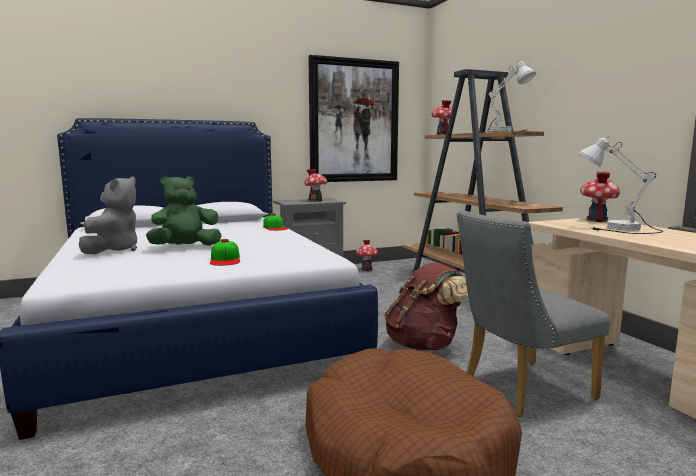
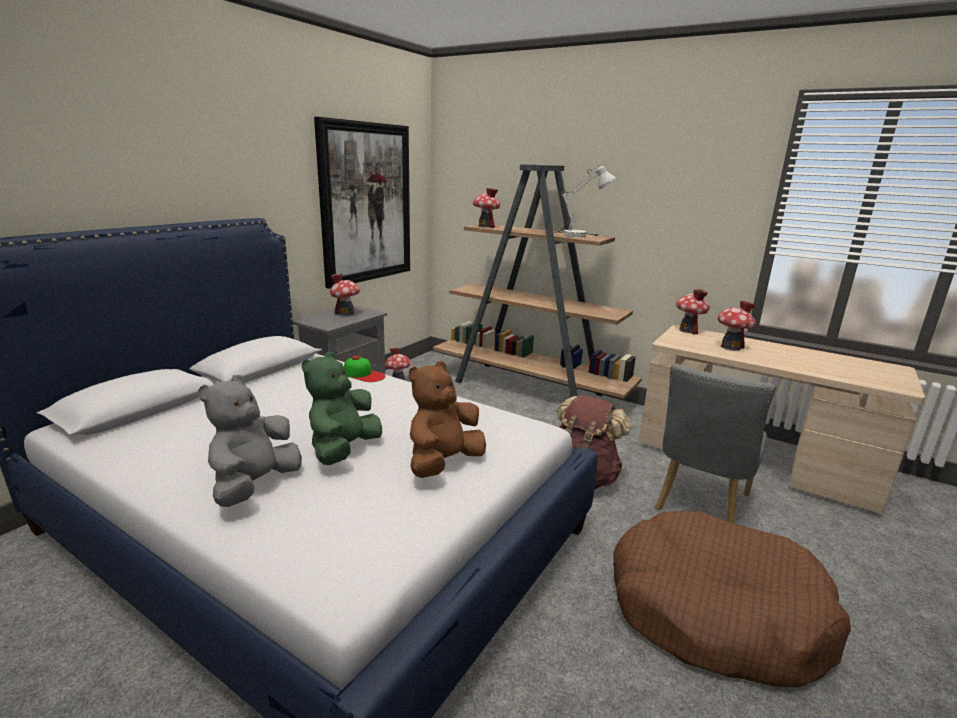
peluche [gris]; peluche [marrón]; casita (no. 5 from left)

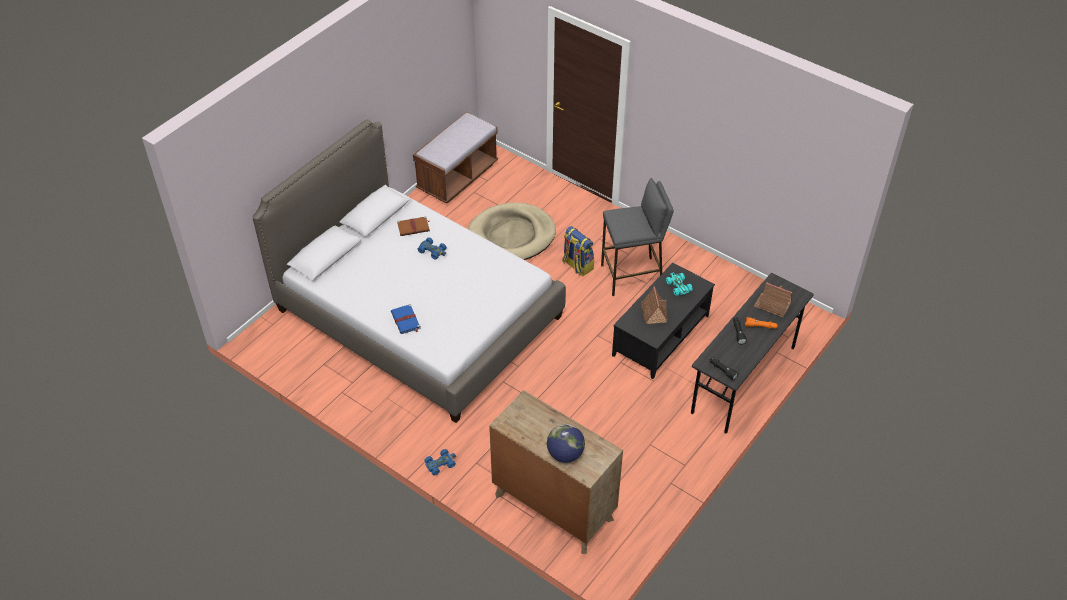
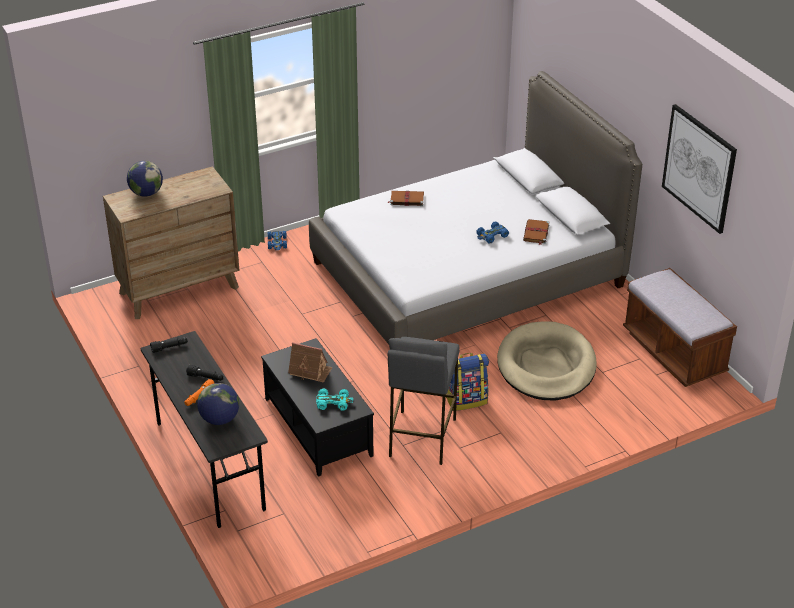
libro [marrón] (no. 1 from left); globo terráqueo (no. 2 from left); cuadro

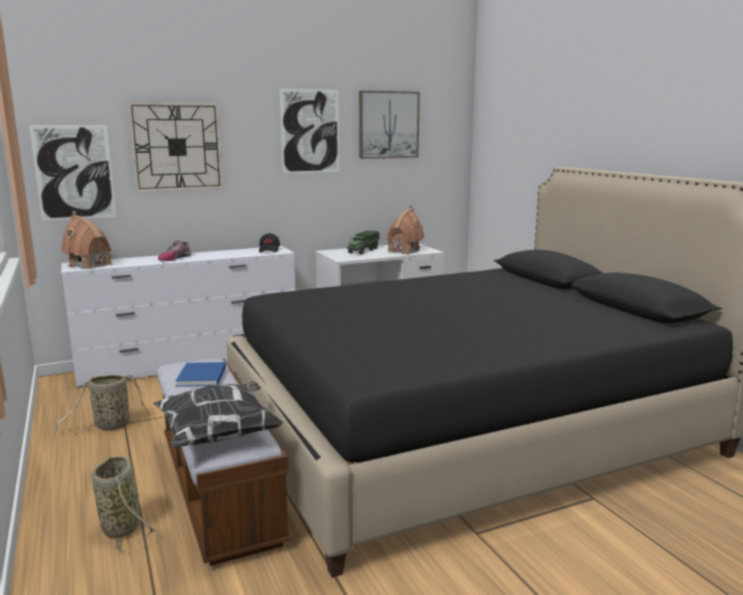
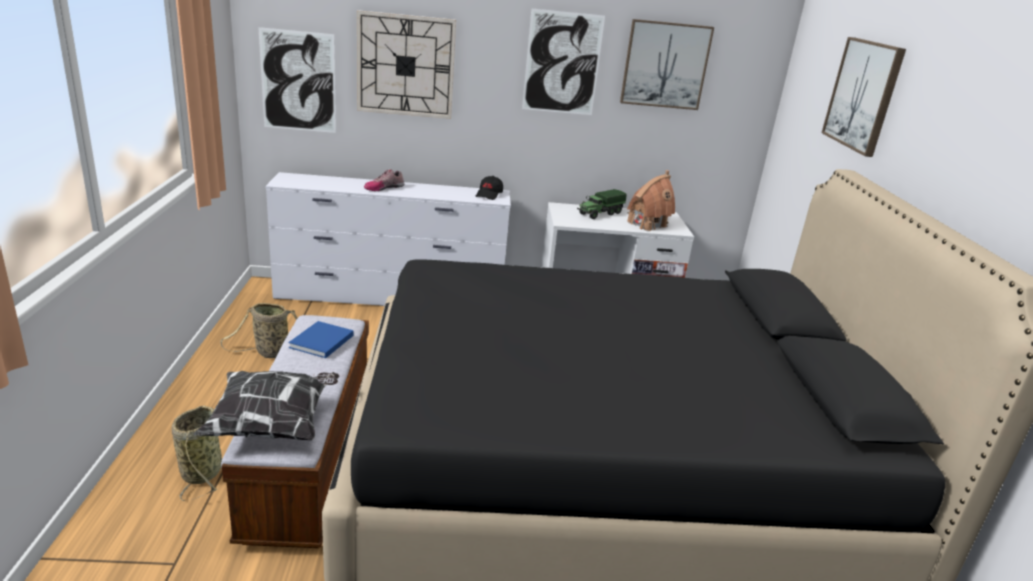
casita (no. 1 from left in the first image); cuadro (no. 4 from left)

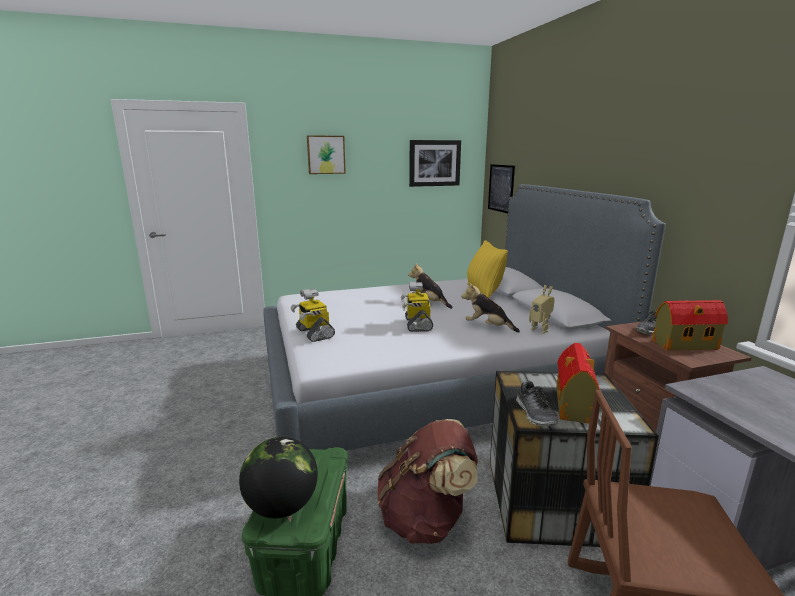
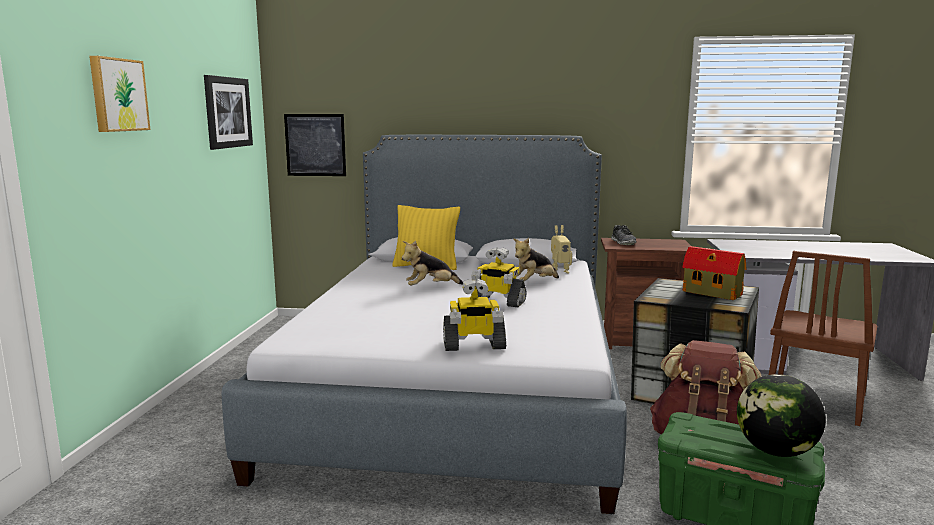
zapato (no. 1 from left in the first image); casita (no. 2 from left in the first image)

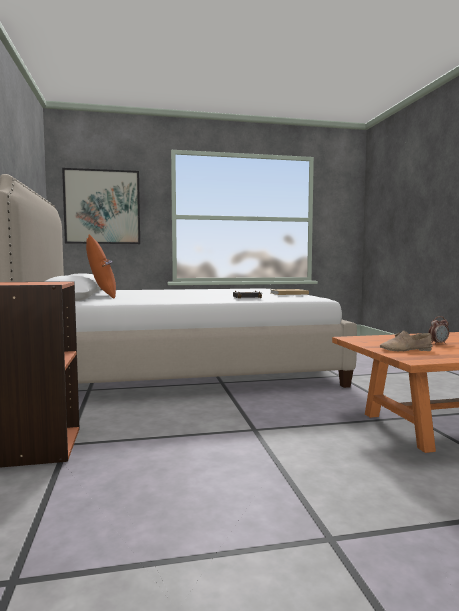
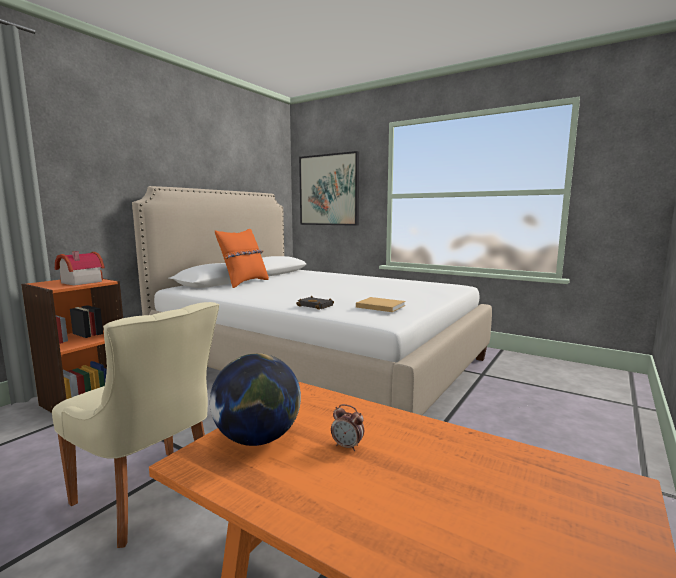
globo terráqueo; silla [beis]; casita

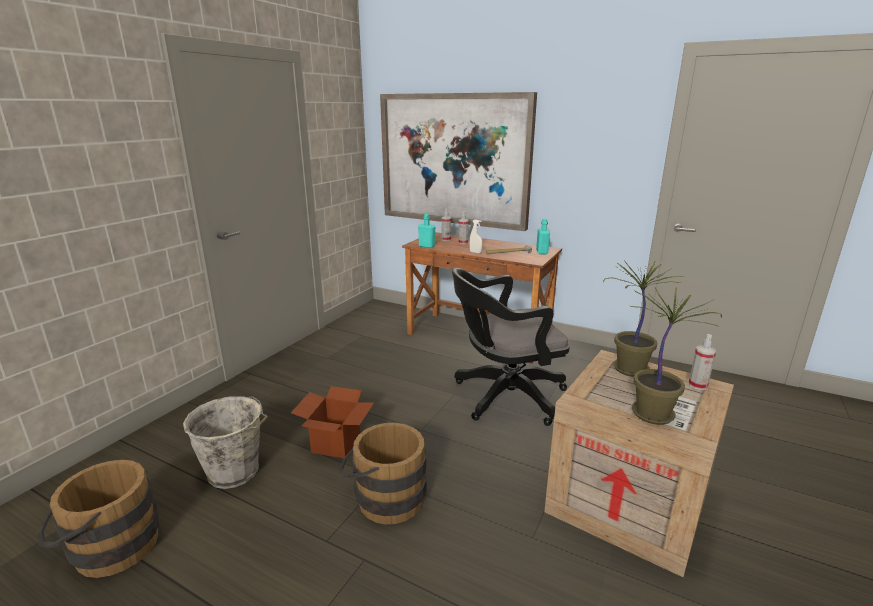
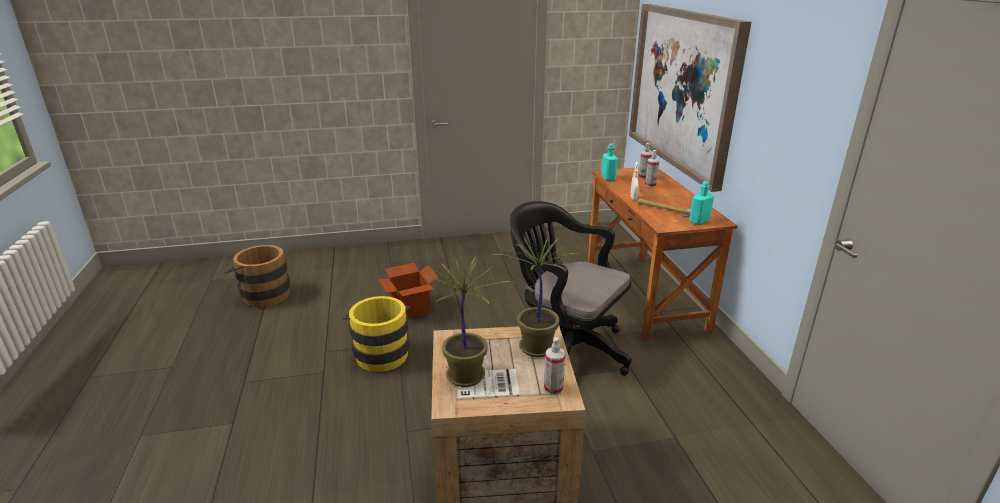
cubo [gris]; cubo [amarillo]

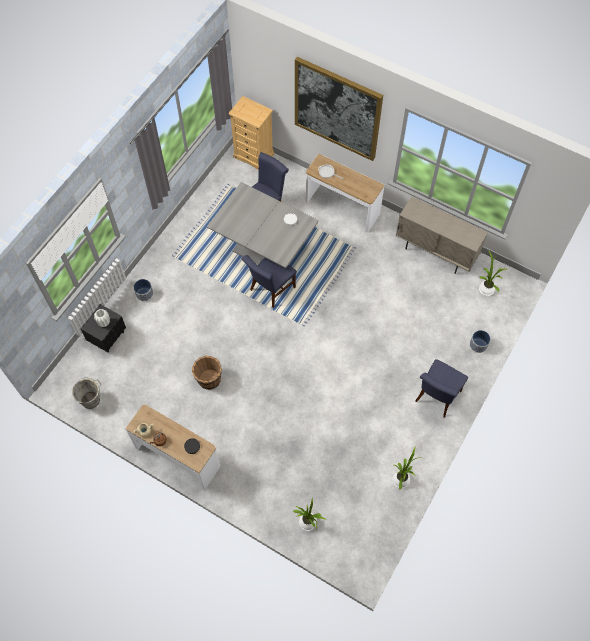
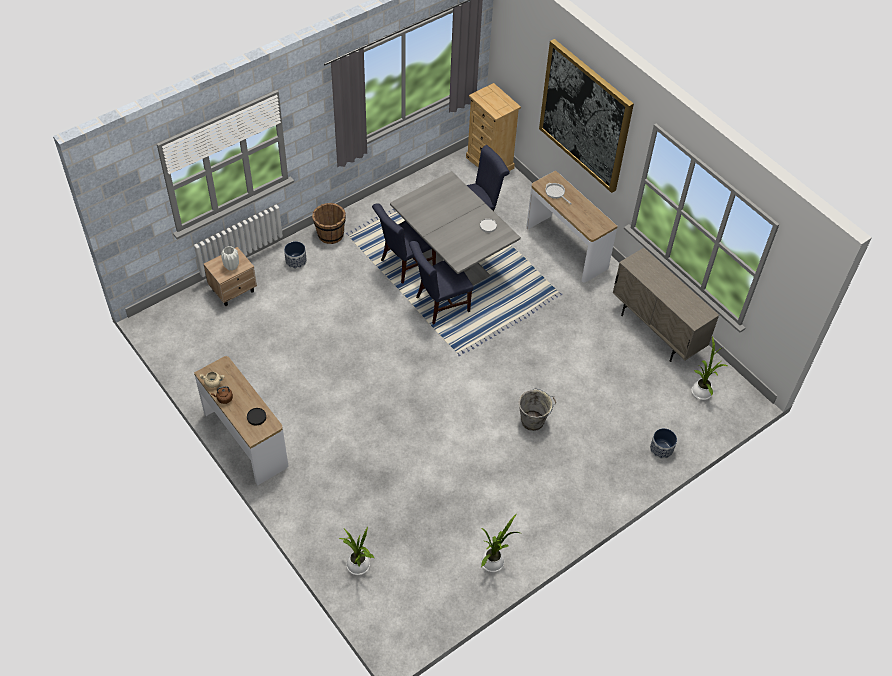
cubo [gris]; mesita de noche [beis]; cubo [marrón]; silla [azul] (no. 1 from left)

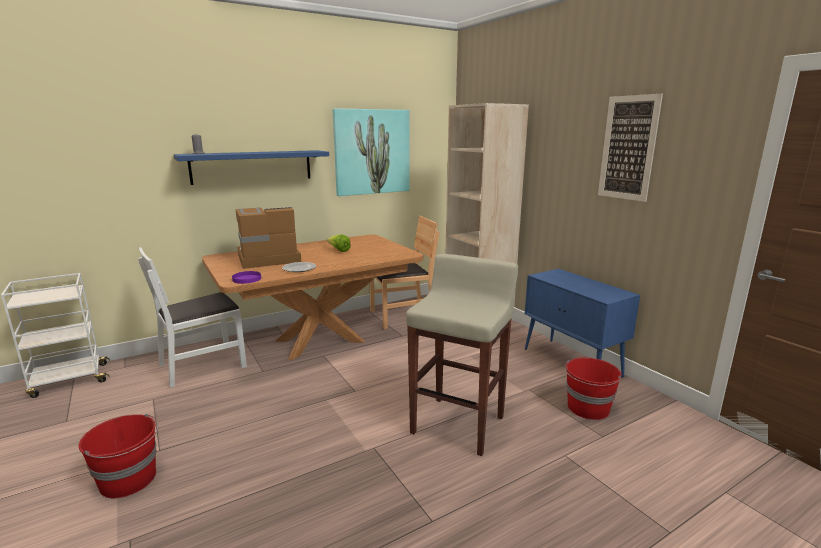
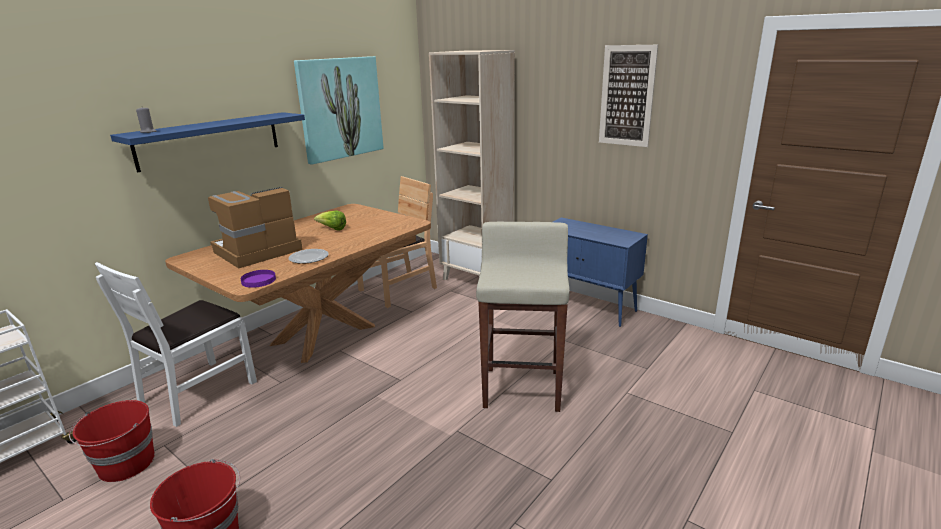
cubo [rojo] (no. 1 from left)

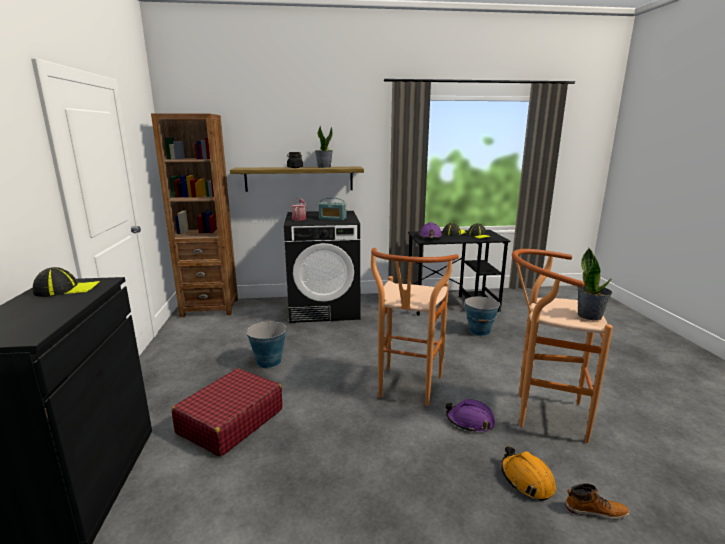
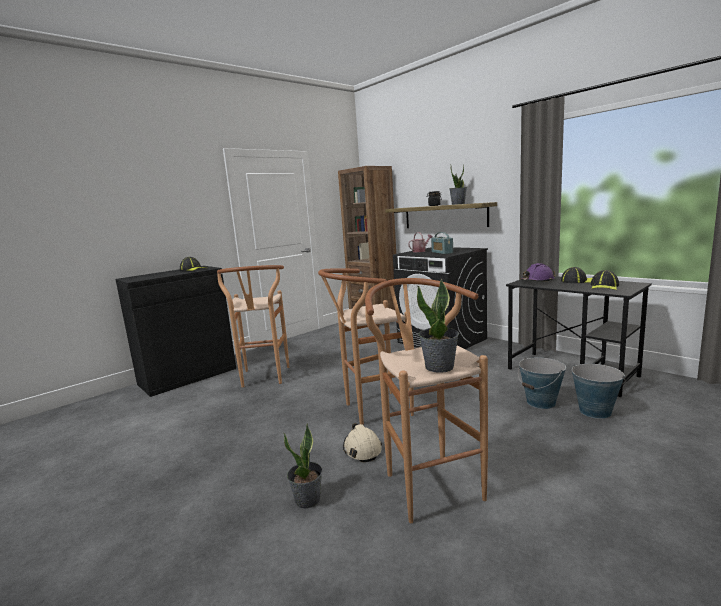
taburete [marrón] (no. 1 from left); cubo (no. 2 from left); casco [beis]; planta en maceta (no. 1 from left); bota

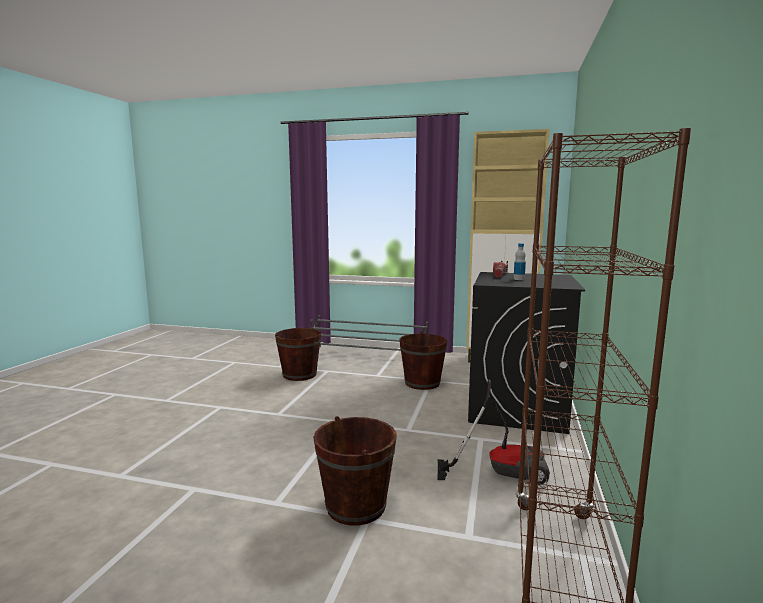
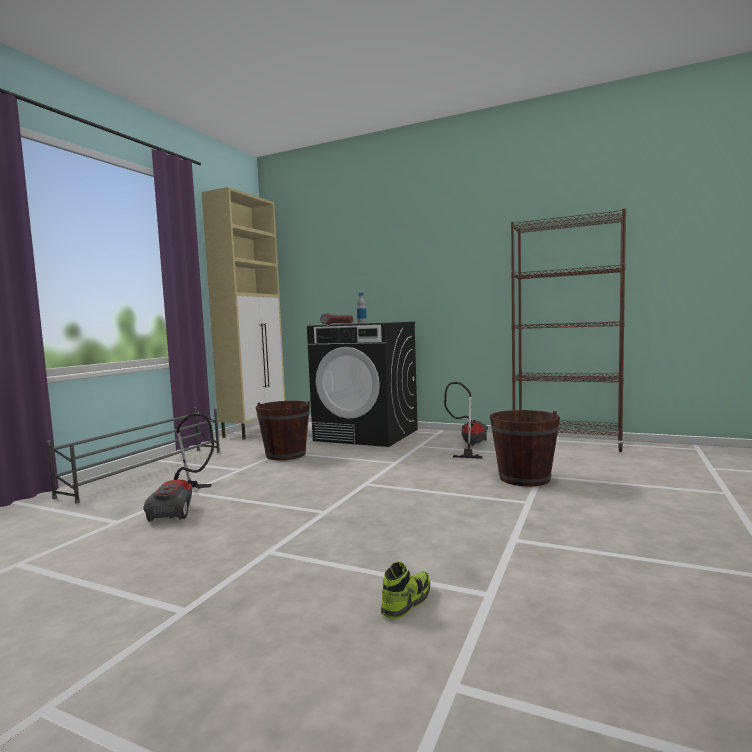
aspiradora (no. 1 from left); zapato

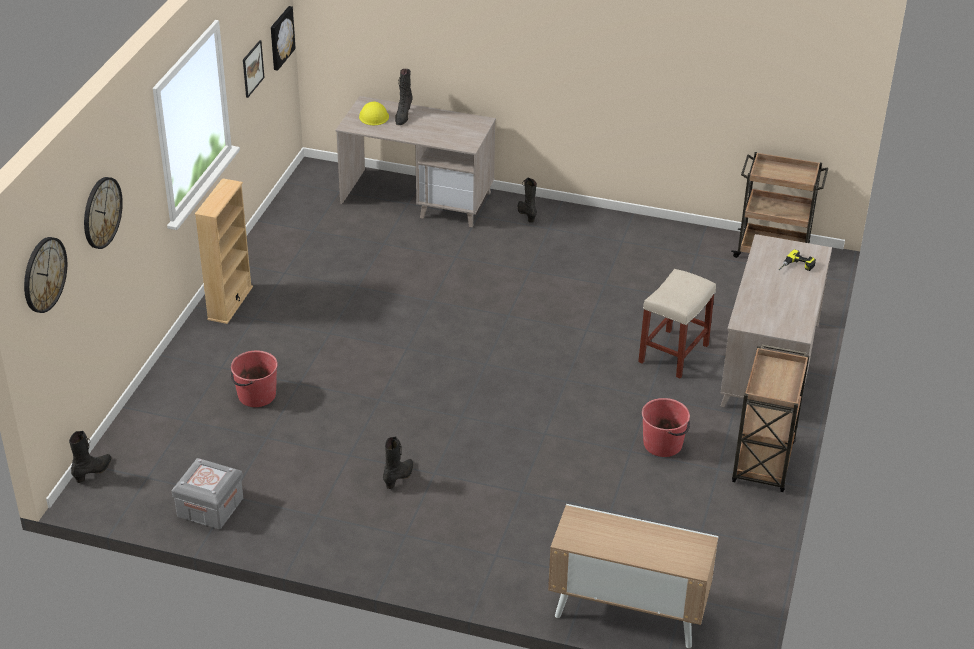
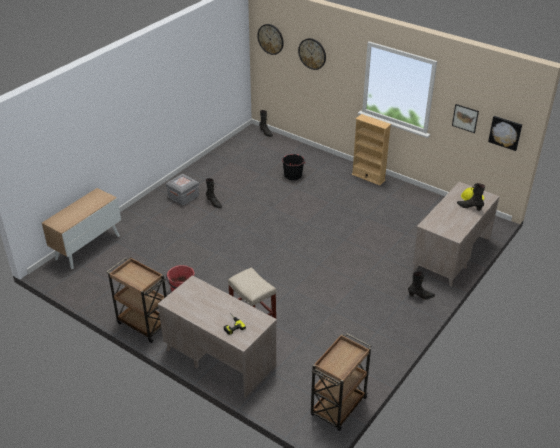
caja de almacenaje [gris]; cubo [negro]

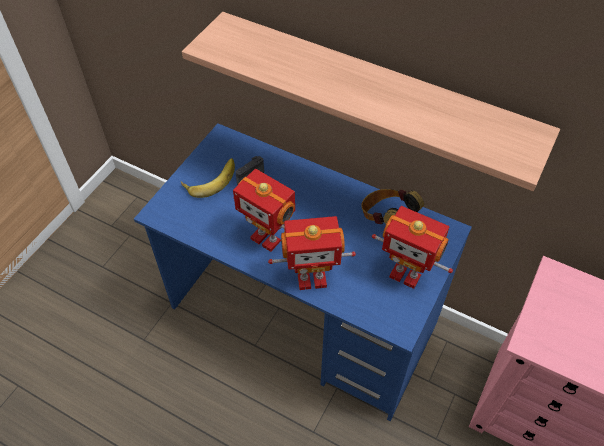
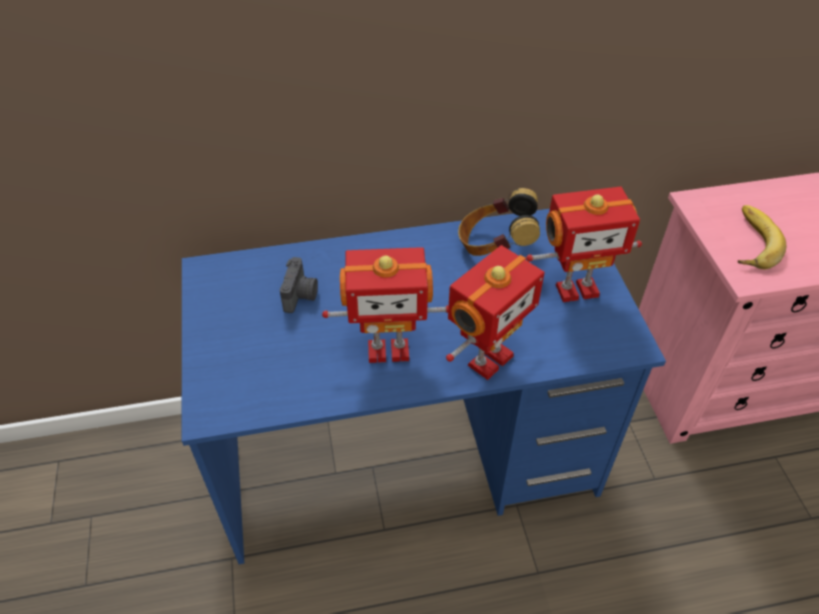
plátano; estante

